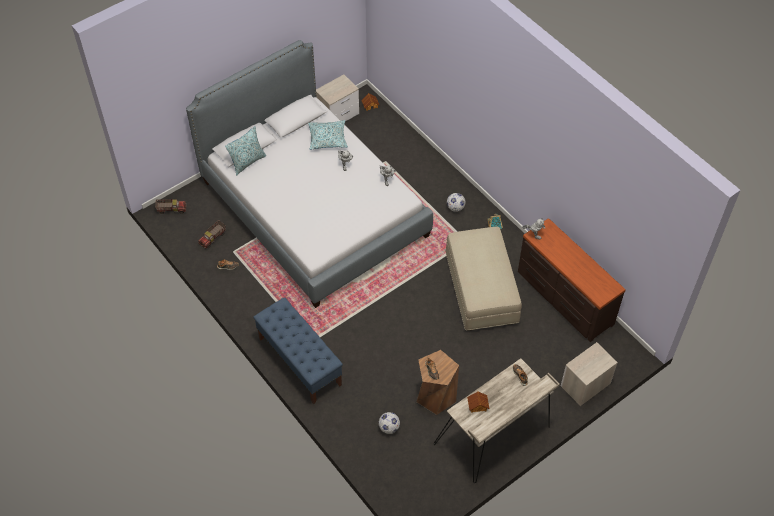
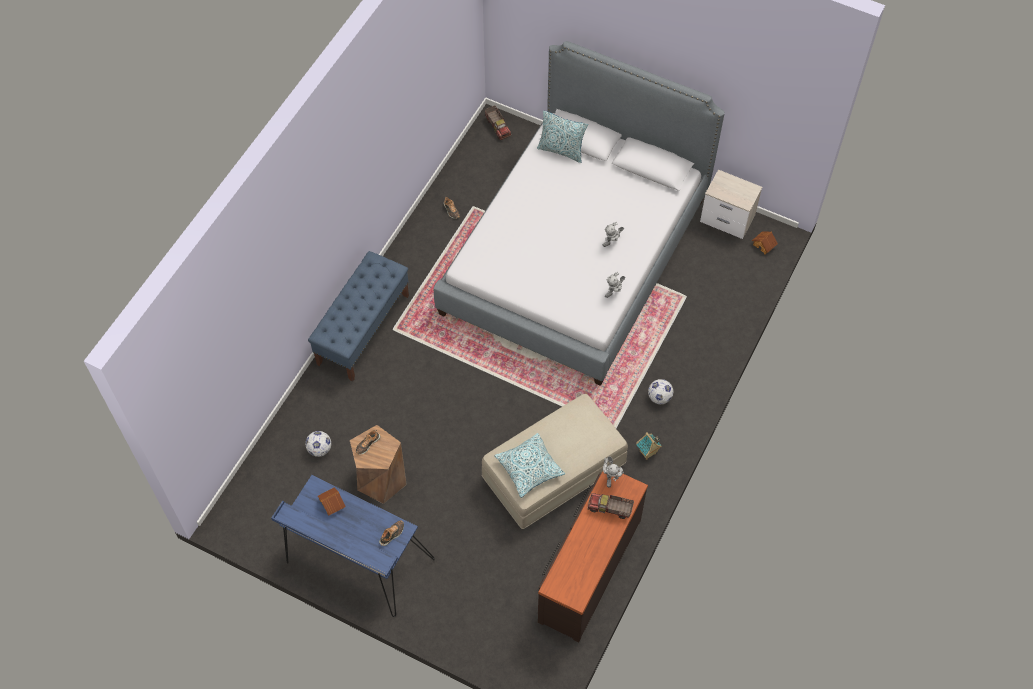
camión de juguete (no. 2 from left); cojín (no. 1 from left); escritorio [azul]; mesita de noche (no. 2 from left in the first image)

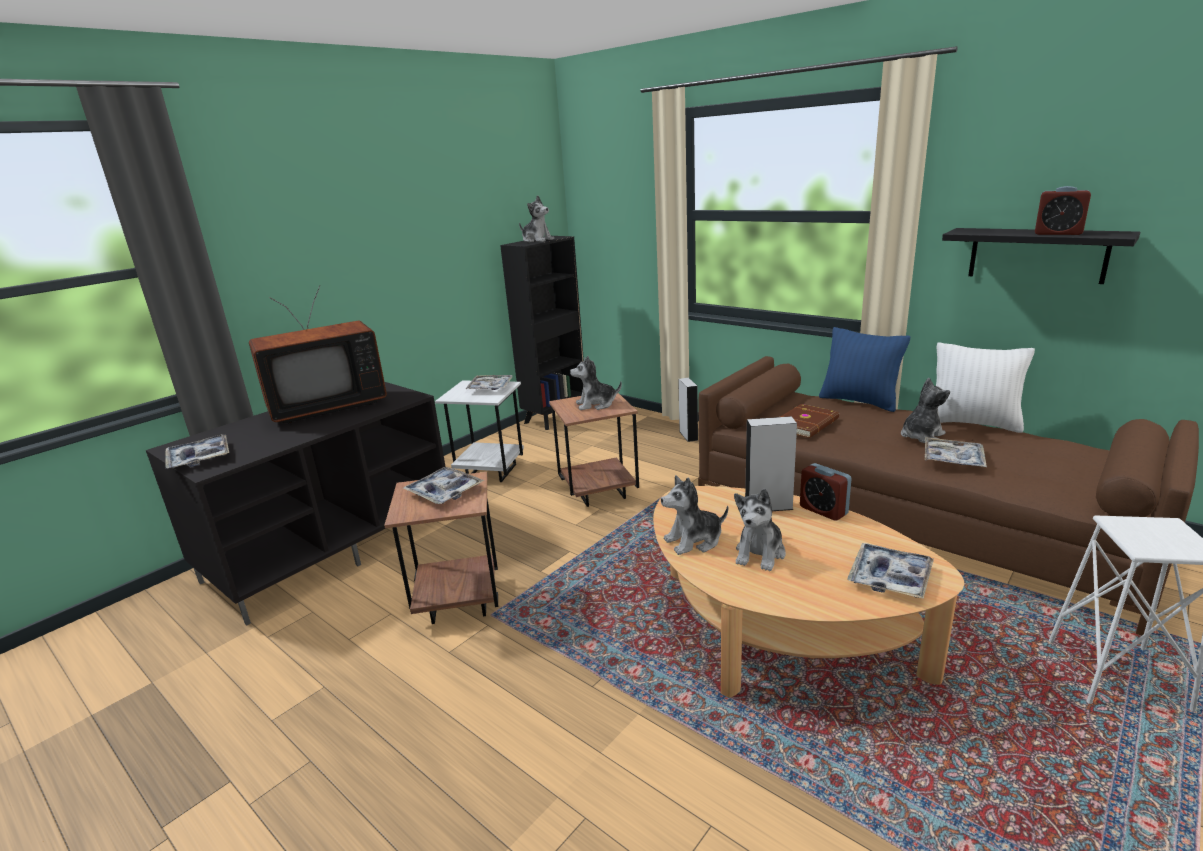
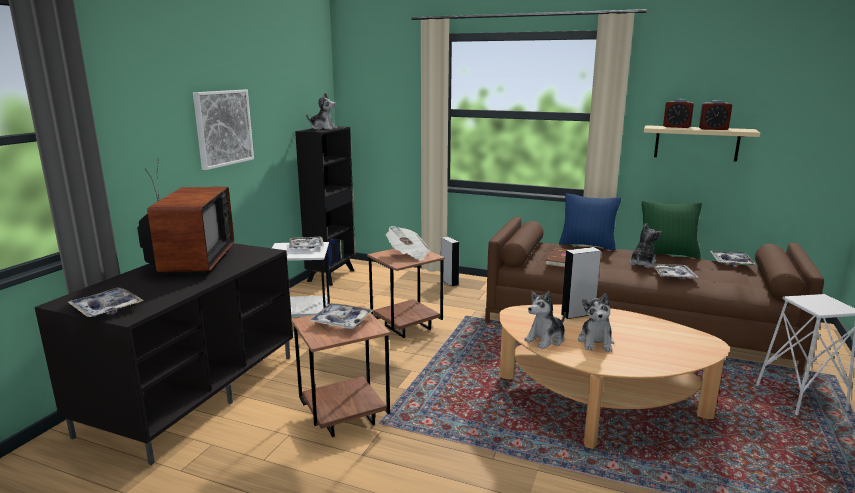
televisor; periódico; despertador (no. 1 from left); bandeja (no. 5 from left); cojín [verde]; estante [beis]; cuadro

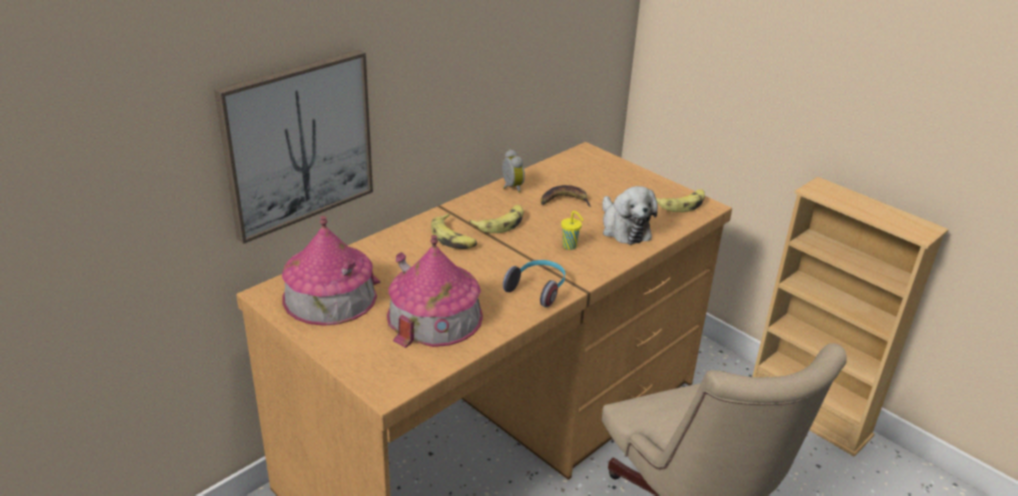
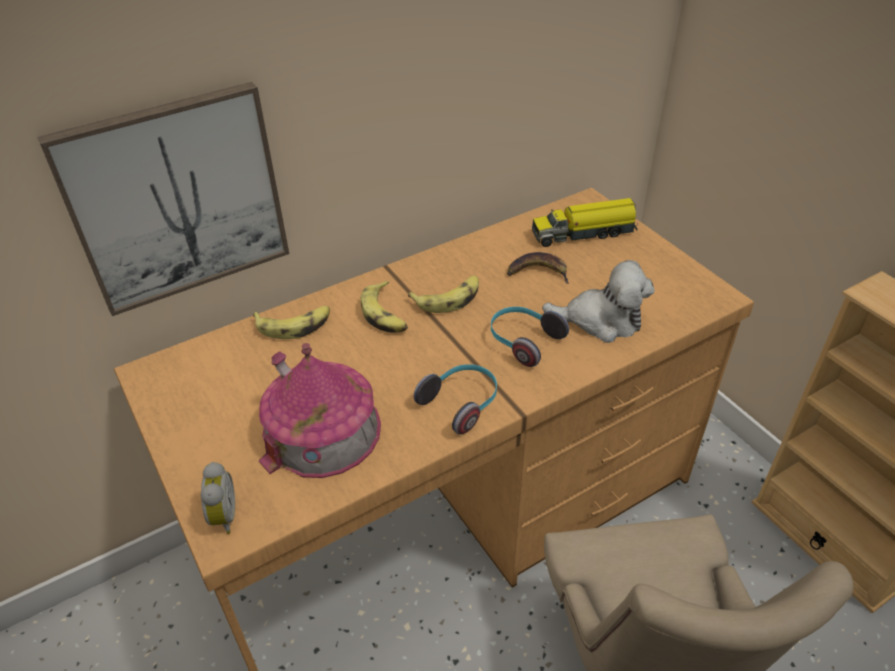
casita (no. 1 from left in the first image); despertador; auriculares (no. 2 from left); peluche; plátano (no. 1 from left); camión de juguete

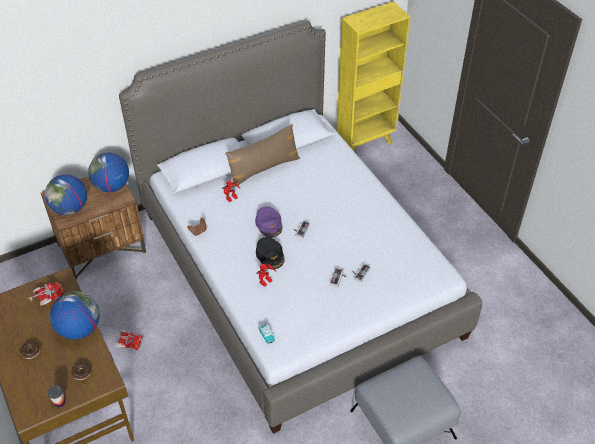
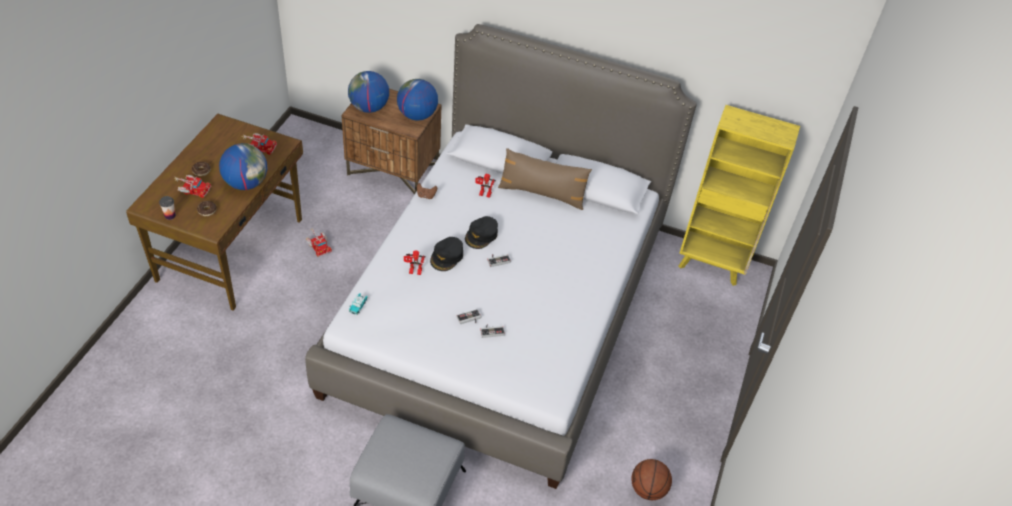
gorra [negro] (no. 2 from left); camión de juguete (no. 1 from left); balón de baloncesto

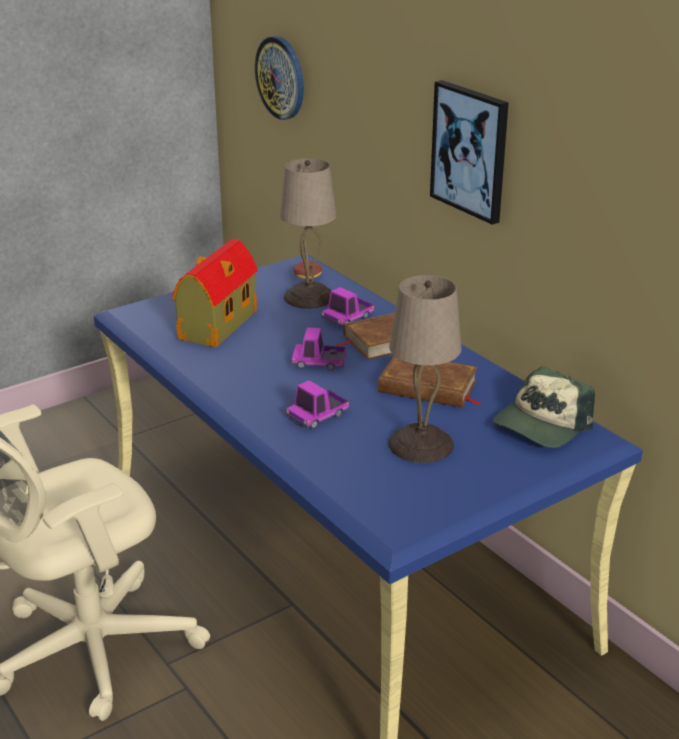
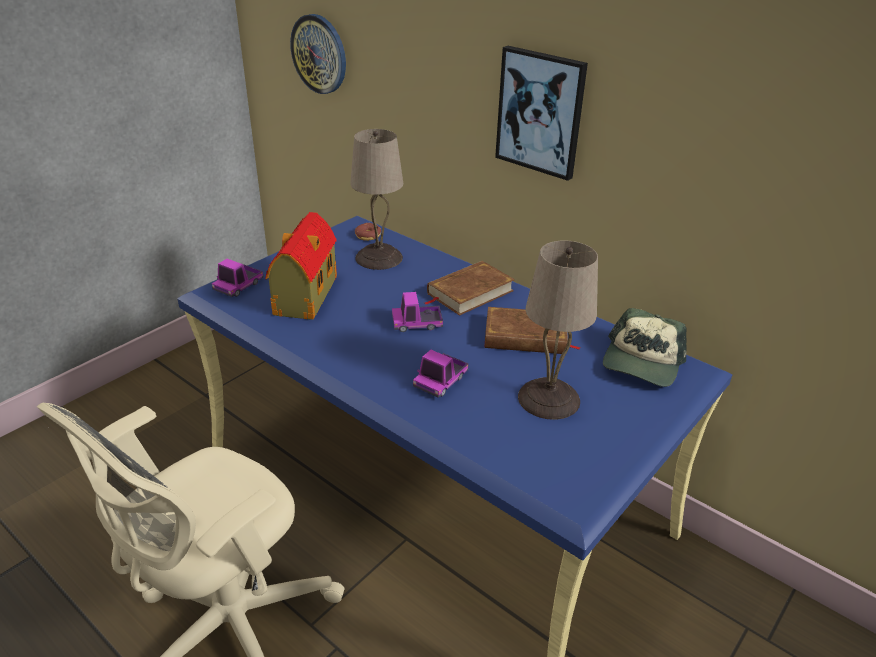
camión de juguete (no. 1 from left)

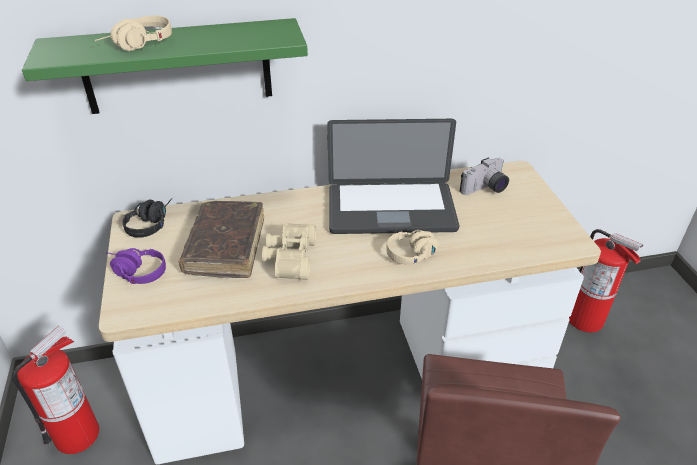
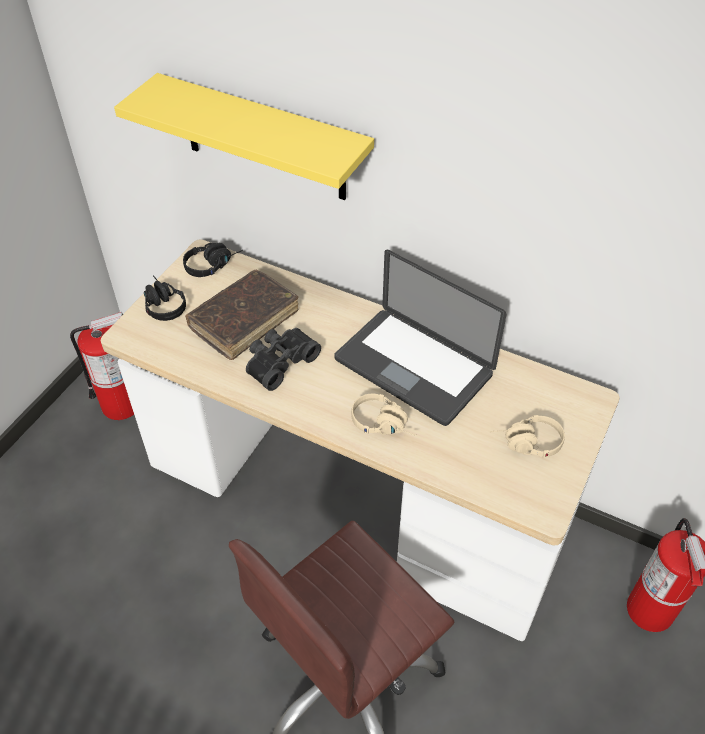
estante [amarillo]; auriculares [beis] (no. 2 from left); auriculares [negro] (no. 1 from left); prismáticos [negro]; cámara

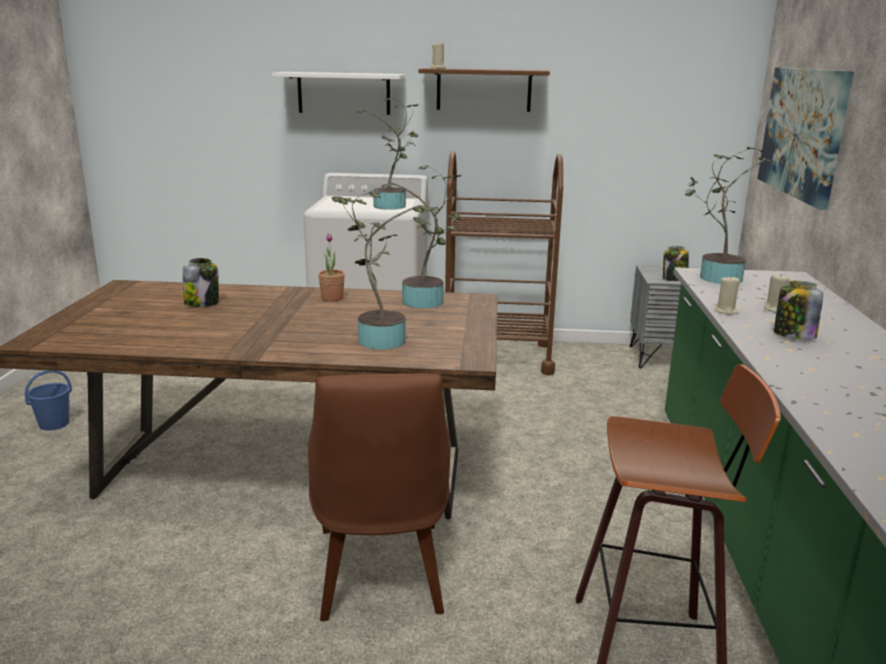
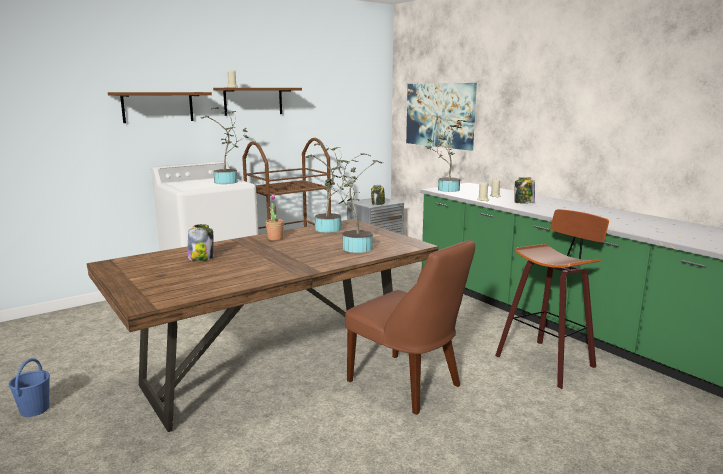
estante [marrón] (no. 1 from left)

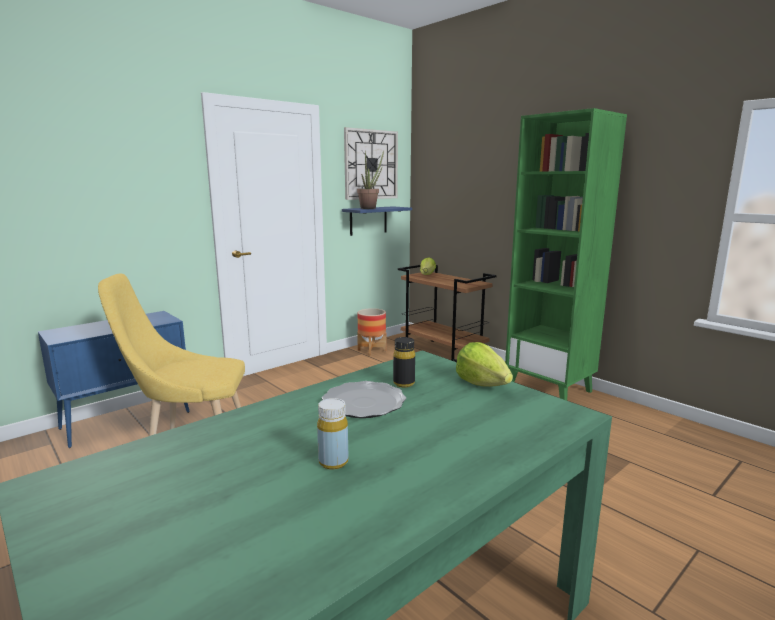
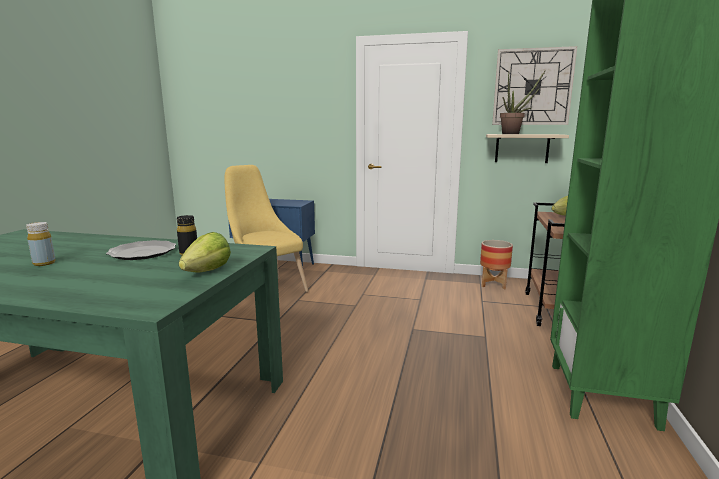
estante [beis]

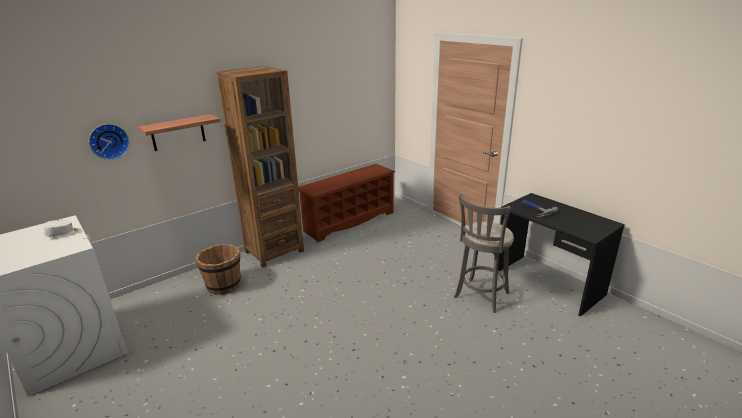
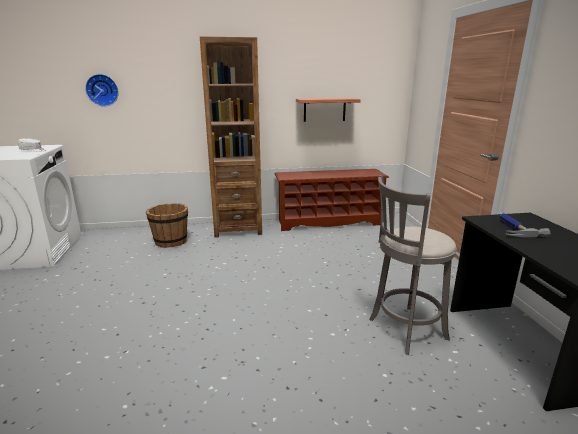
estante

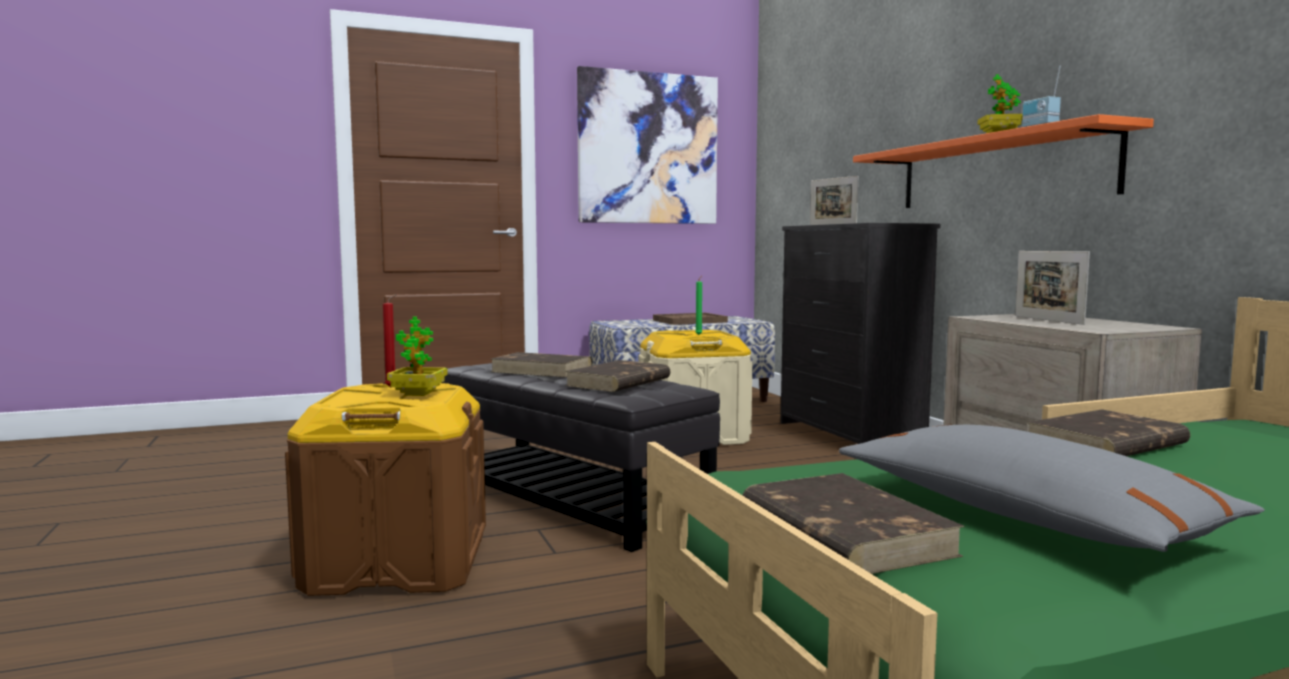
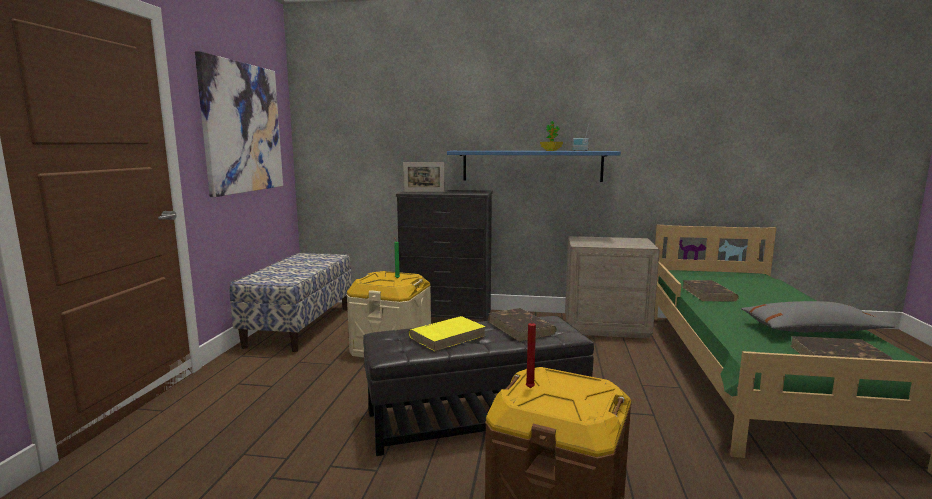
planta en maceta (no. 1 from left in the first image); libro [amarillo]; bandeja [marrón]; estante [azul]; portarretratos (no. 2 from left in the first image)

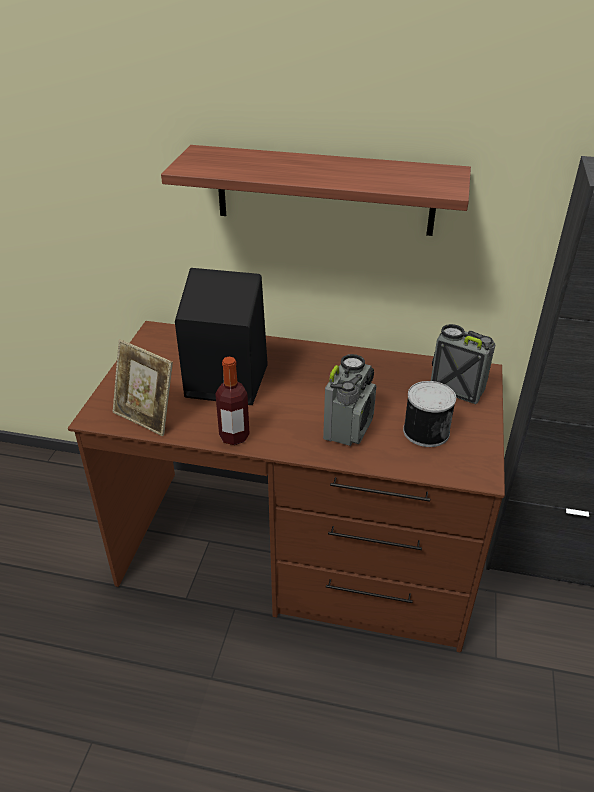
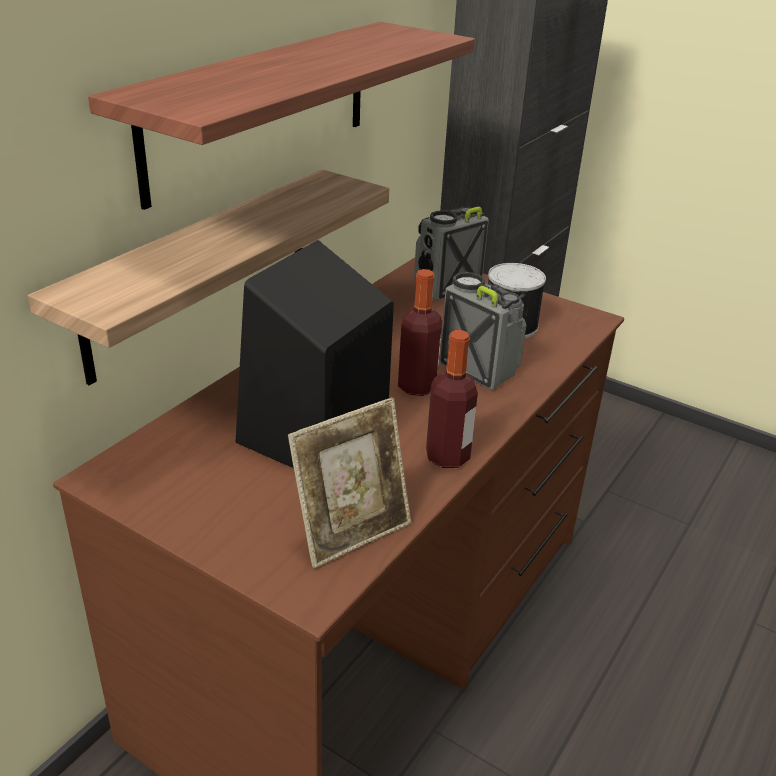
estante (no. 1 from left); botella (no. 1 from left)

